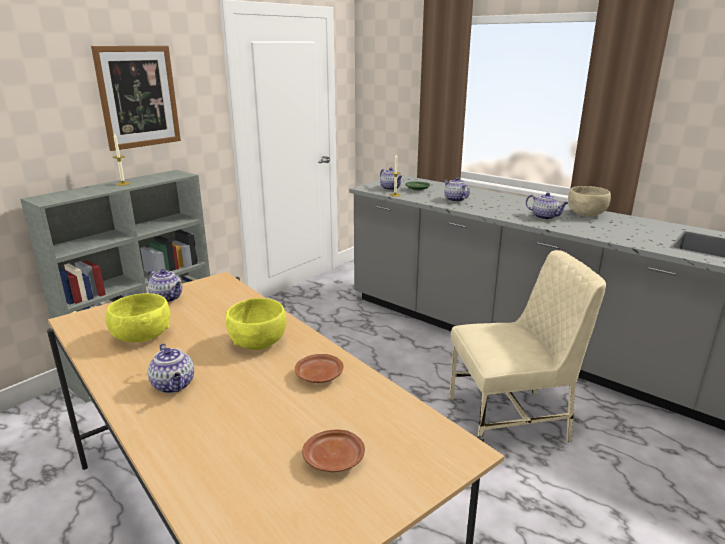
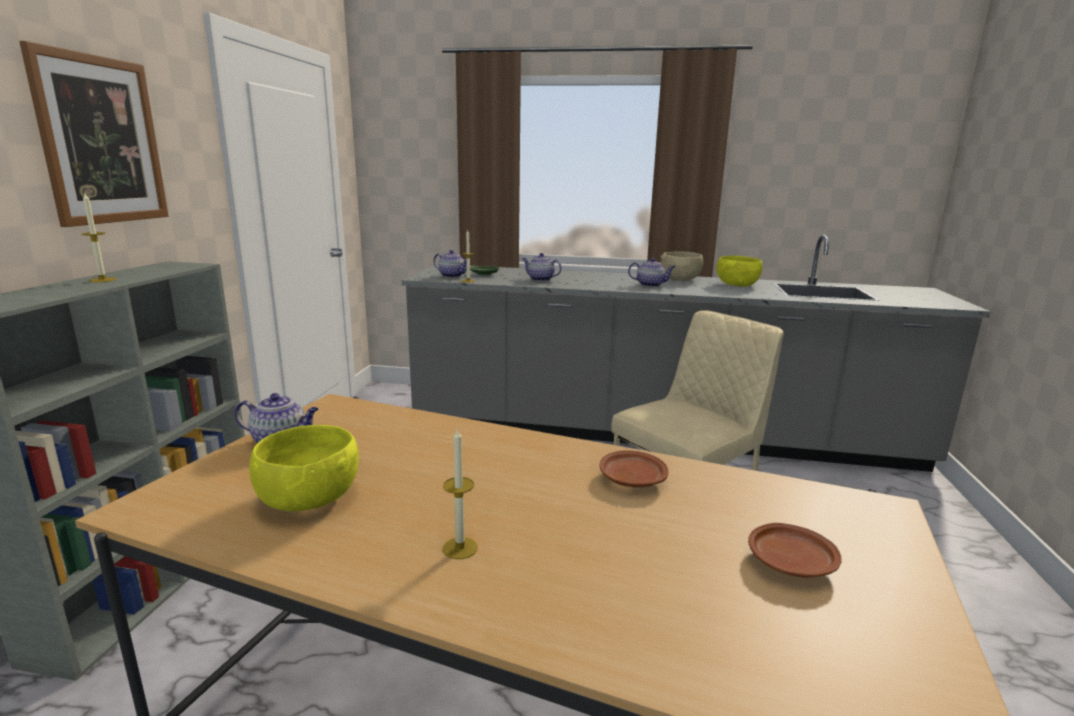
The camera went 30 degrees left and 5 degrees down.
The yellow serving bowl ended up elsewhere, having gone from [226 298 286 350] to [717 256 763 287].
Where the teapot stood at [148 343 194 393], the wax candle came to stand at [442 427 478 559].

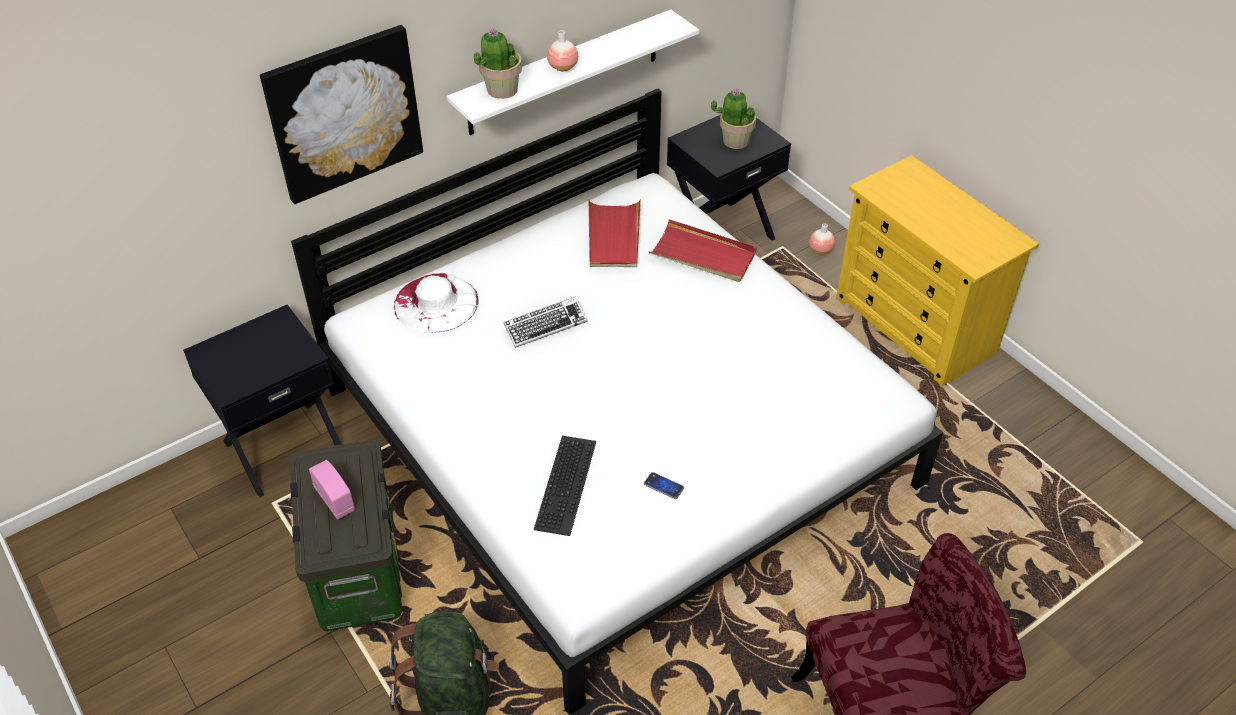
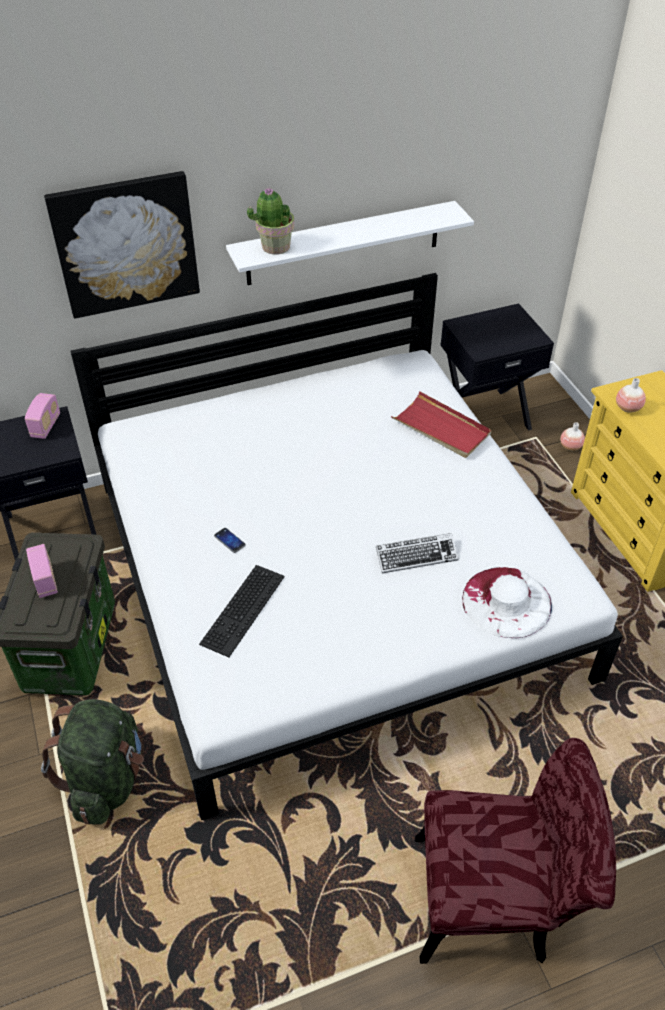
The camera went 15 degrees right and 0 degrees up.
The flower vase ended up elsewhere, having gone from [547 30 578 71] to [616 378 646 413].
The second view lost the potted plant at [711 89 756 149].
The second view lost the reddish carrying tray at [588 199 641 267].
The white wearable hat ended up elsewhere, having gone from [394 273 479 333] to [462 567 552 638].
The keyboard ended up elsewhere, having gone from [504 296 587 348] to [376 533 459 573].
The handset ended up elsewhere, having gone from [644 472 684 499] to [214 528 246 553].
The second view gained the radio receiver at [25 393 60 439].

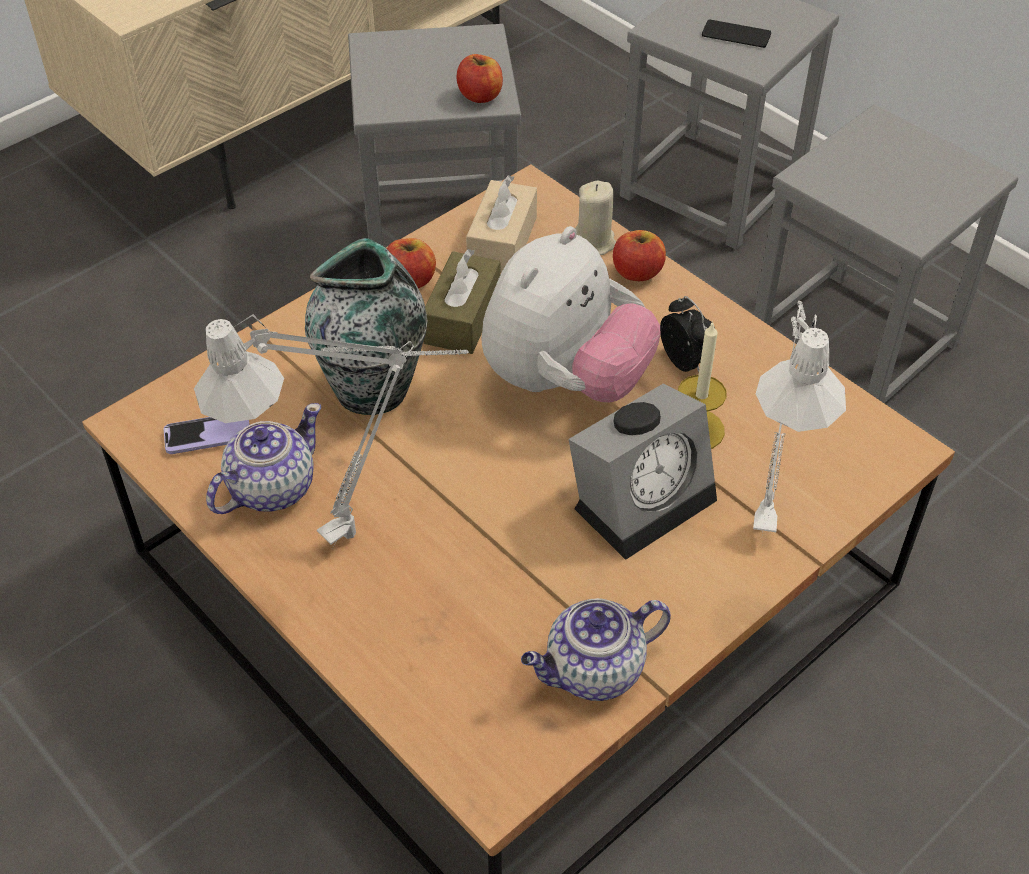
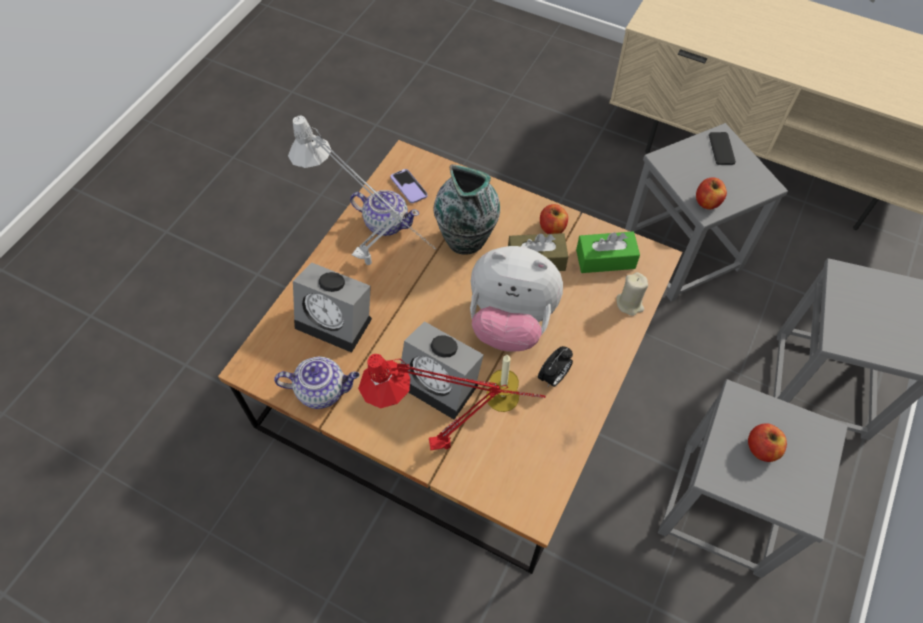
The camera went 70 degrees right and 10 degrees up.
The handset ended up elsewhere, having gone from [702 19 771 48] to [709 132 736 165].
What was the beige tissue holder at [466 175 537 273] turned into the green tissue holder at [576 231 640 273].
The whole apple ended up elsewhere, having gone from [613 230 666 281] to [748 423 787 462].
What was the white lamp for a table at [753 301 846 534] turned into the reddish lamp for a table at [358 354 546 450].
The teapot at [521 598 671 701] ended up facing another way, 135 degrees clockwise from before.
The second view gained the table clock at [293 263 372 353].

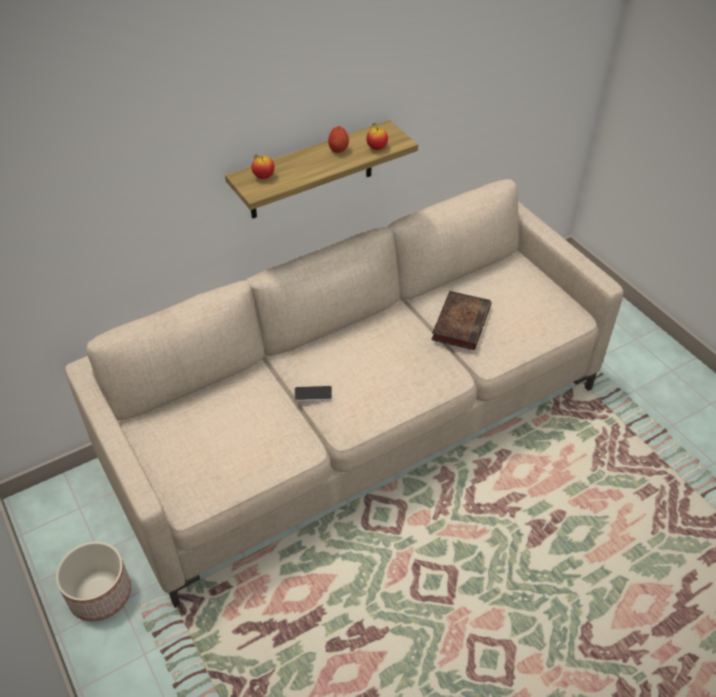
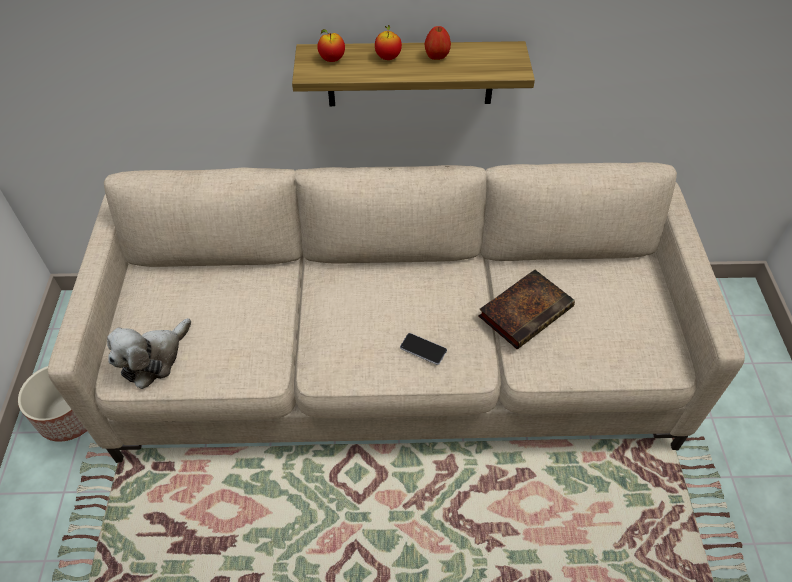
The camera went 30 degrees right and 5 degrees up.
The whole apple ended up elsewhere, having gone from [367 123 388 150] to [375 25 402 60].
The handset ended up elsewhere, having gone from [295 386 332 401] to [400 333 447 365].
The second view gained the soft toy at [107 318 191 389].

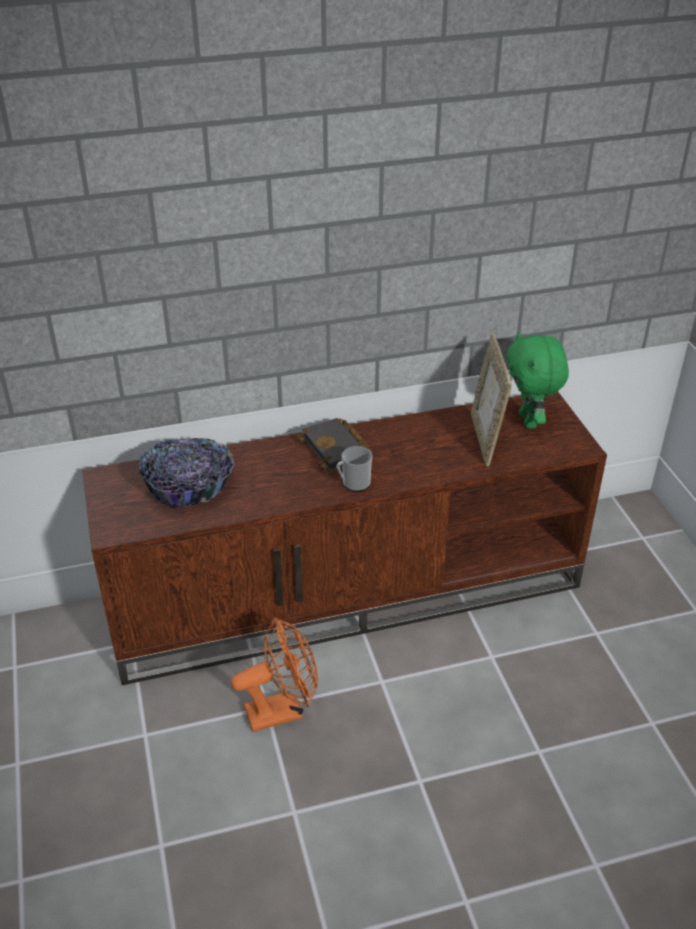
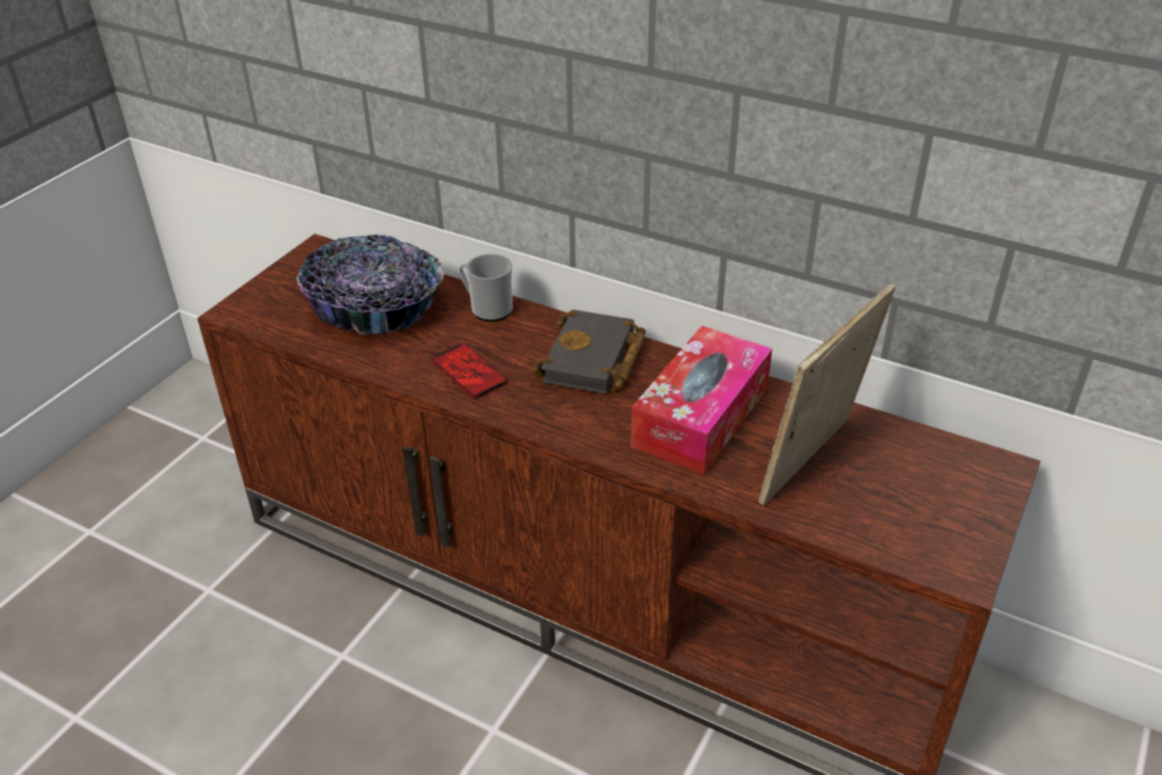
The camera went 45 degrees right and 0 degrees up.
The second view lost the green soft toy at [507 332 569 429].
The tea mug ended up elsewhere, having gone from [336 446 372 492] to [458 254 513 322].
The second view lost the orangey cooling fan at [231 617 318 732].
The second view gained the tissue holder at [631 326 772 475].
The second view gained the handset at [431 343 507 398].

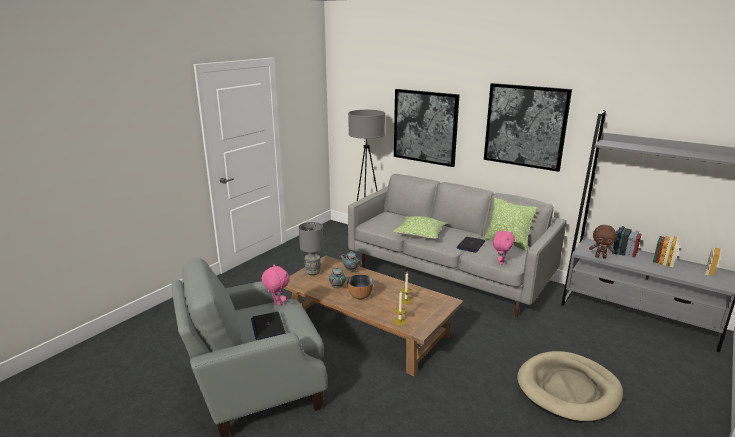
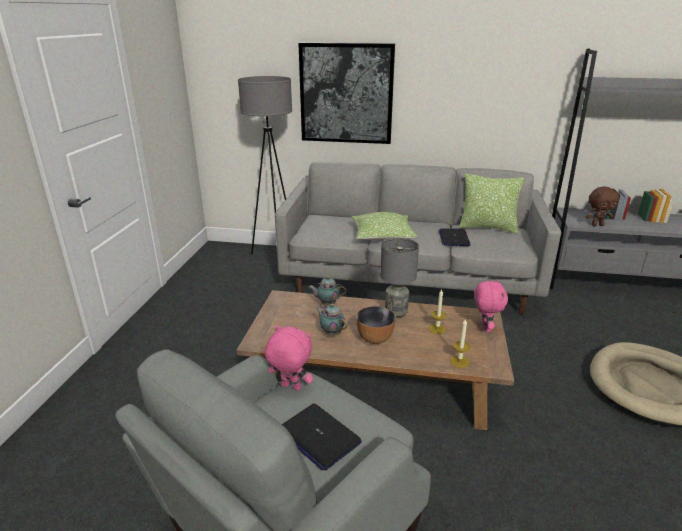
The camera went 25 degrees left and 5 degrees up.
The second view lost the wall picture at [484 83 572 172].
The gray lamp for a table ended up elsewhere, having gone from [299 222 324 275] to [380 238 419 318].
The pinkish soft toy ended up elsewhere, having gone from [493 231 515 265] to [474 279 508 333].

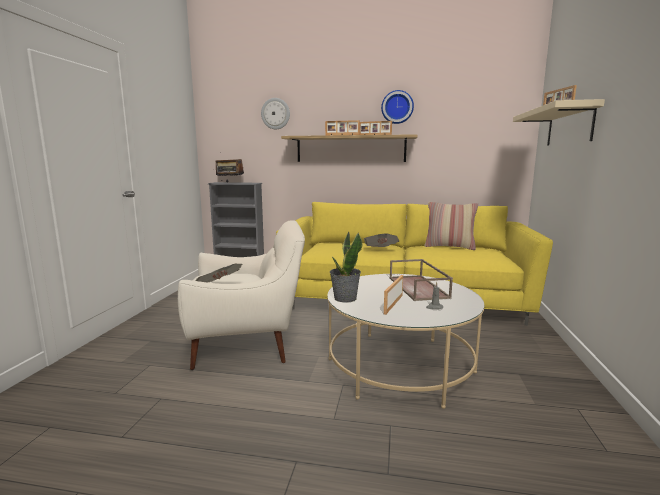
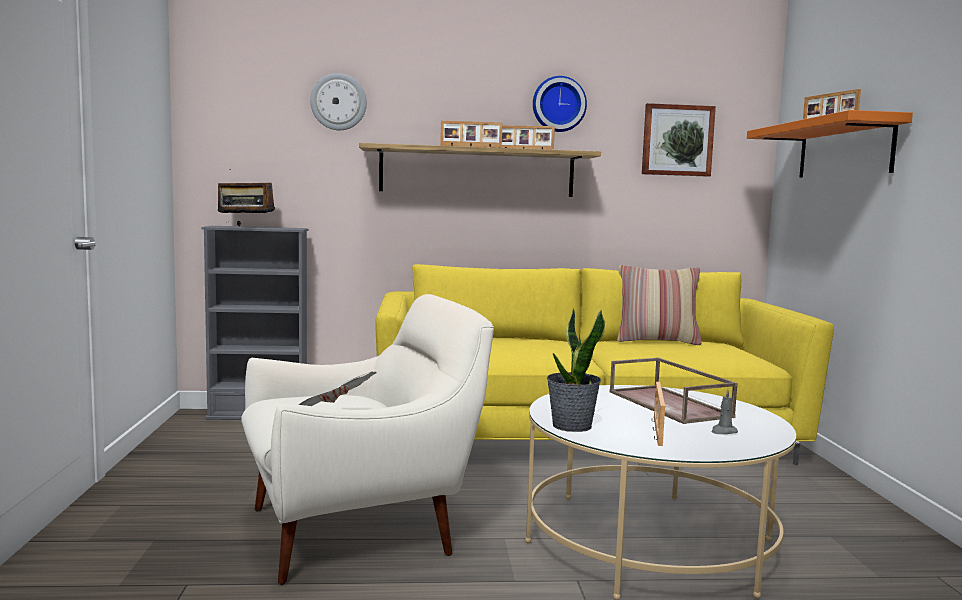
The camera went 15 degrees left and 5 degrees down.
What was the beige bracket shelf at [513 99 605 145] turned into the orangey bracket shelf at [747 110 913 178].
The second view lost the printed paper at [364 234 399 247].
The second view gained the wall picture at [642 103 716 176].

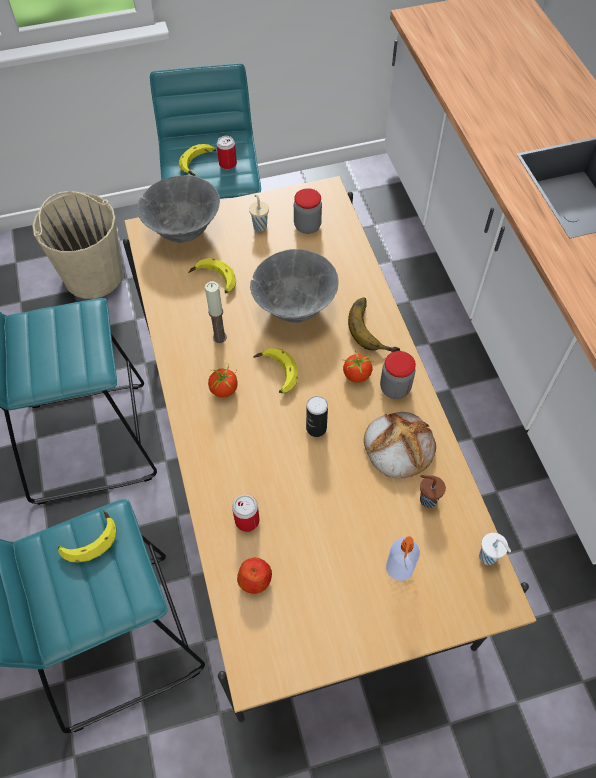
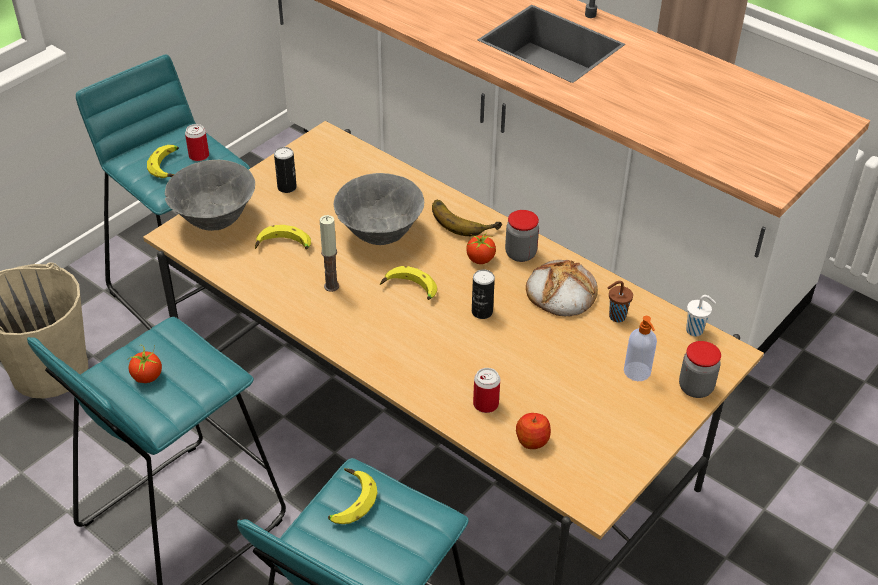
The camera went 35 degrees left and 15 degrees down.
The preserve jar ended up elsewhere, having gone from [294 188 322 234] to [679 341 721 398].
Where the beige drinking cup stood at [249 194 269 232], the can came to stand at [274 147 297 193].
The fresh tomato ended up elsewhere, having gone from [208 364 238 397] to [129 345 162 383].

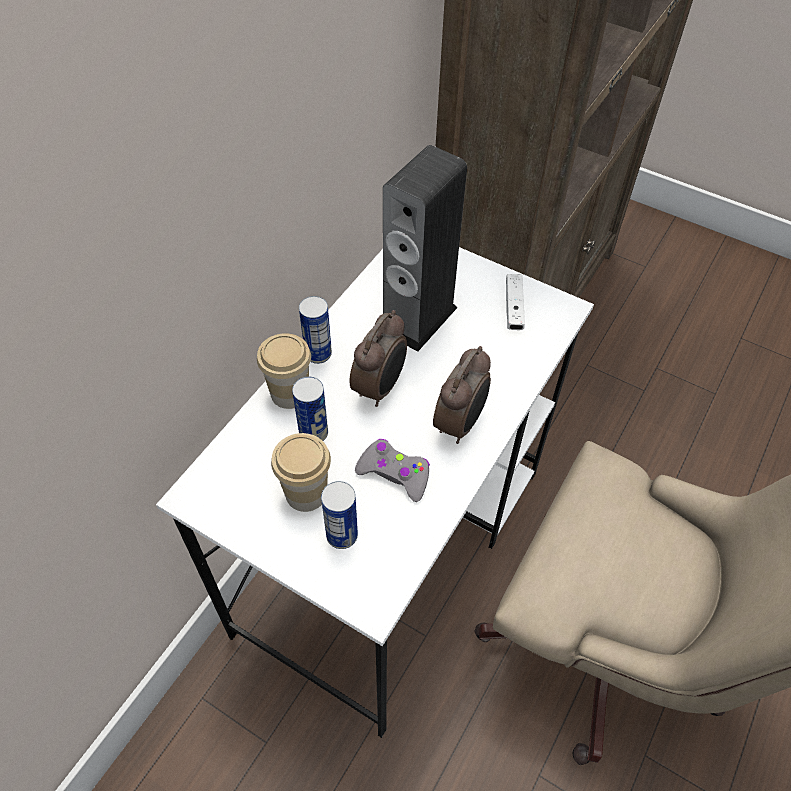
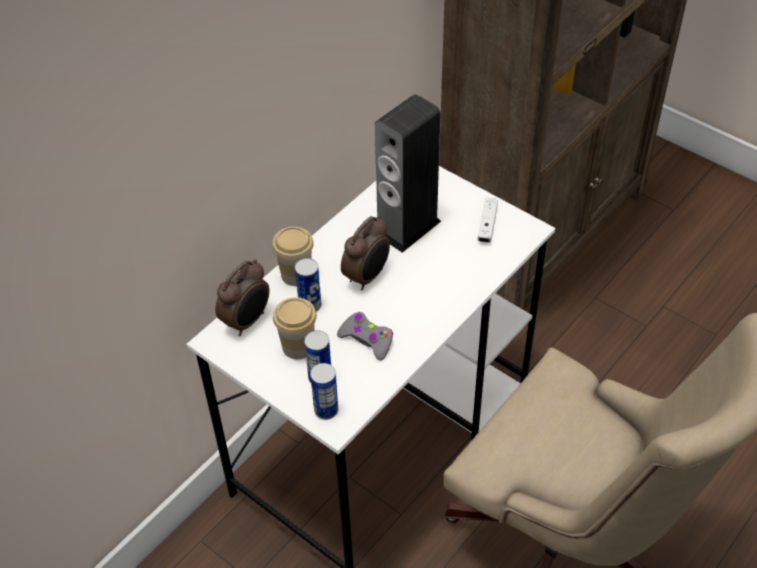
The camera went 10 degrees right and 5 degrees down.
The can ended up elsewhere, having gone from [299 296 332 364] to [310 363 338 420].
The table clock ended up elsewhere, having gone from [433 346 491 444] to [215 259 269 336].

